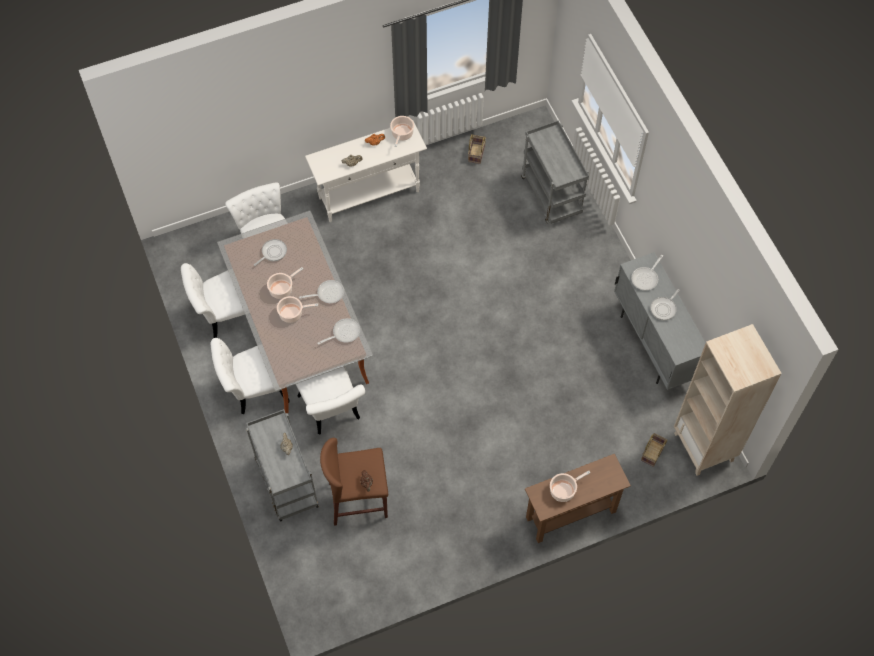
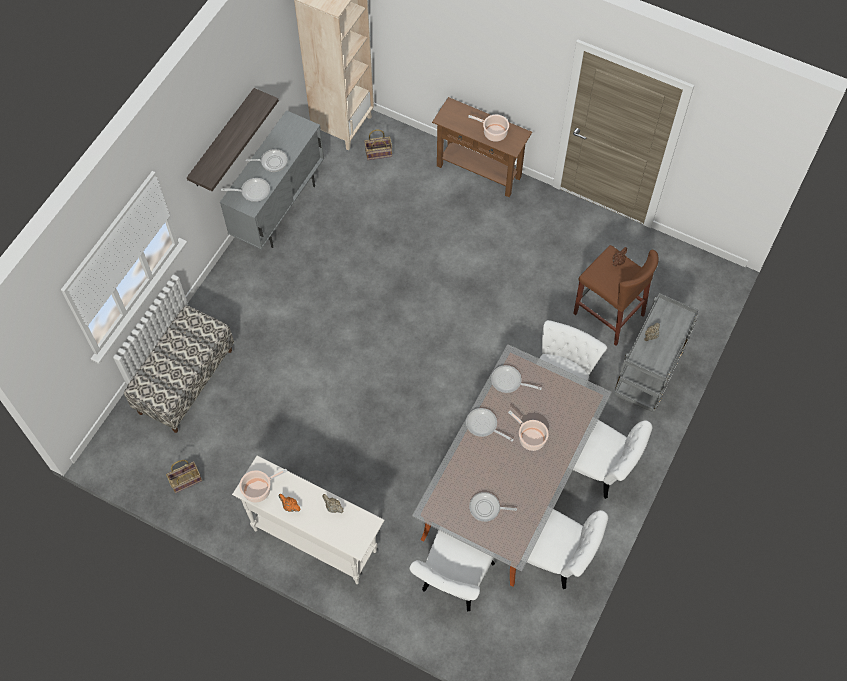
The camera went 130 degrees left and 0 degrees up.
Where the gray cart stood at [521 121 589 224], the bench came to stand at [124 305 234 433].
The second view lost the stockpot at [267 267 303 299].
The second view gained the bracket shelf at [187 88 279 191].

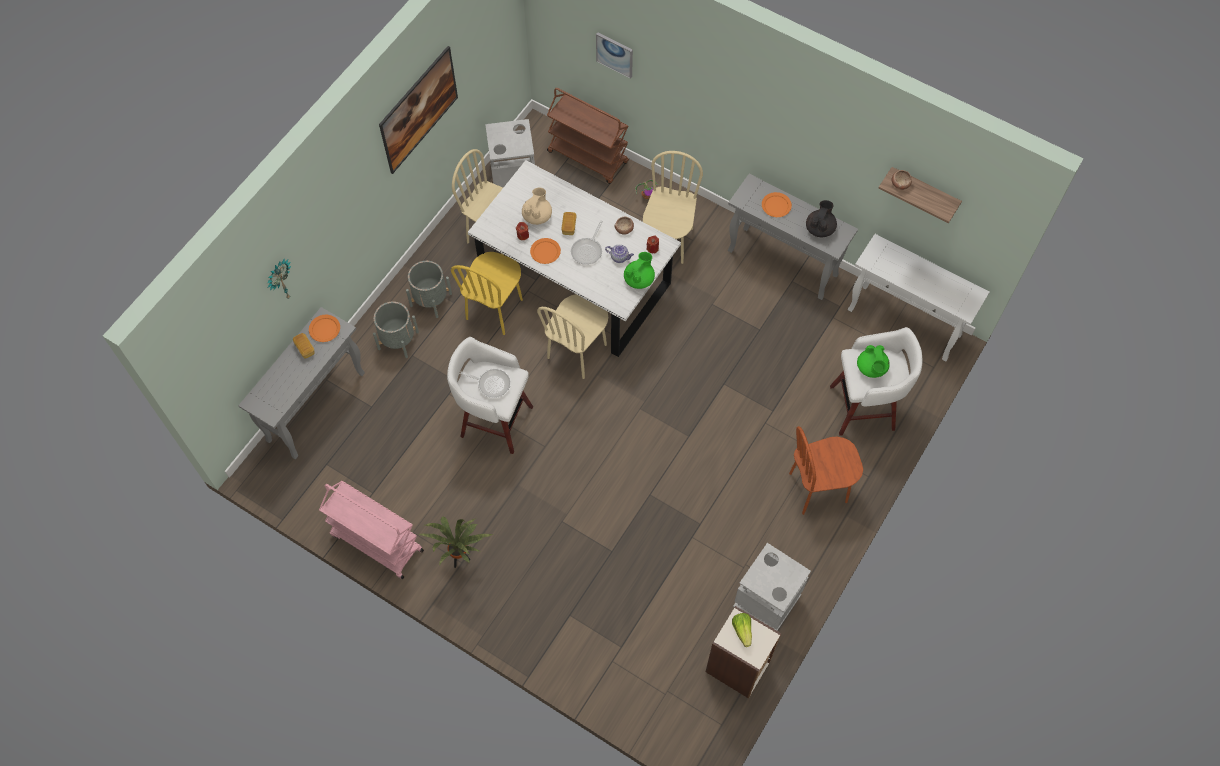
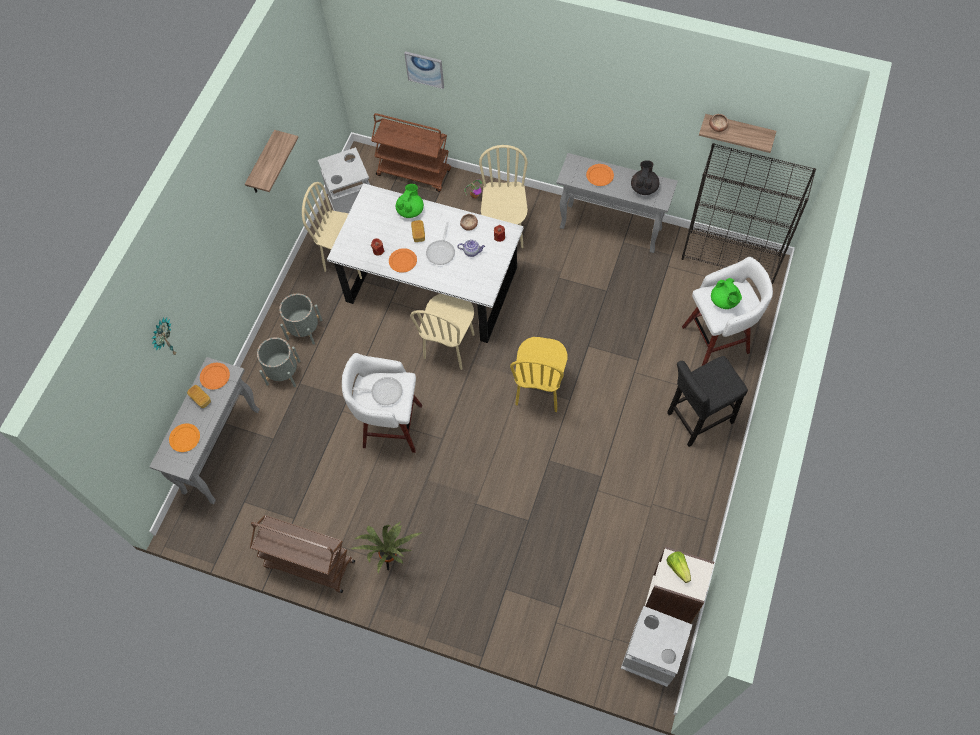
The camera went 10 degrees left and 0 degrees up.
Where the wall picture hung at [379 46 458 174], the bracket shelf came to hang at [245 130 298 193].
The second view lost the beige teapot at [522 188 552 225].
Where the white narrow table stood at [848 234 989 361], the black-coloured shelving unit came to stand at [682 143 816 284].
The yellow plain chair ended up elsewhere, having gone from [451 252 523 335] to [510 337 567 412].
The green teapot ended up elsewhere, having gone from [624 252 655 289] to [396 184 424 218].
Where the brown-coloured plain chair stood at [789 426 863 515], the black-coloured stool seat came to stand at [667 356 748 447].
What was the pinkish cart at [319 481 424 579] turned into the brown-coloured cart at [250 515 355 593].
The gray waste bin ended up elsewhere, having gone from [733 543 811 631] to [621 606 692 687].
The second view gained the orangey flat dish at [169 423 200 452].

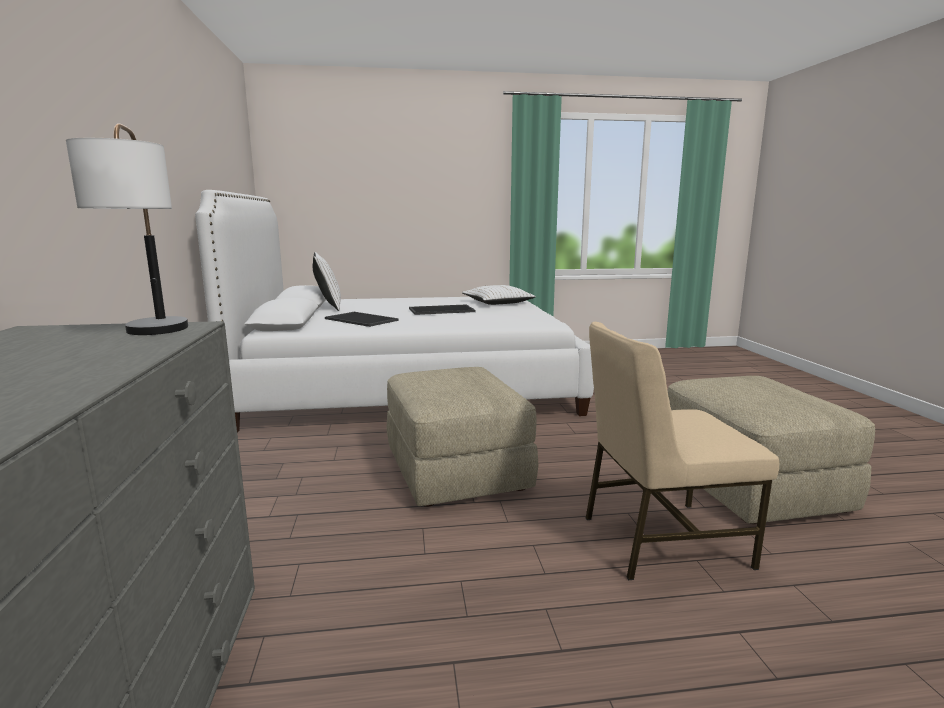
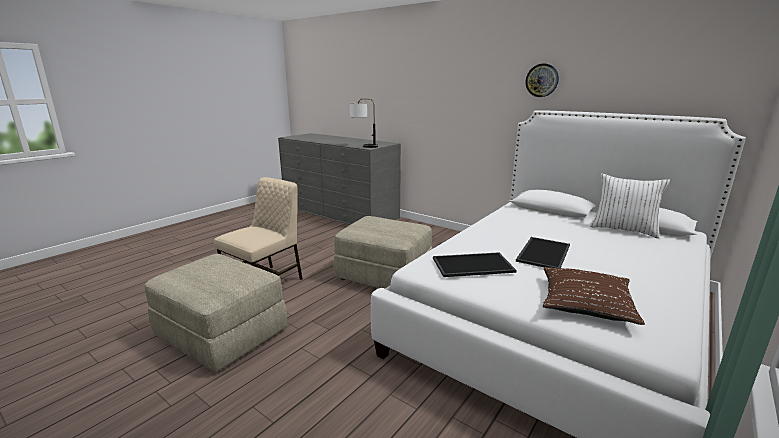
The camera went 135 degrees right and 5 degrees up.
What was the white cushion at [462 285 536 305] turned into the brown-coloured cushion at [543 267 645 325].
The carrying tray ended up elsewhere, having gone from [325 312 398 327] to [433 252 517 277].
The second view gained the clock on the wall at [526 63 559 97].

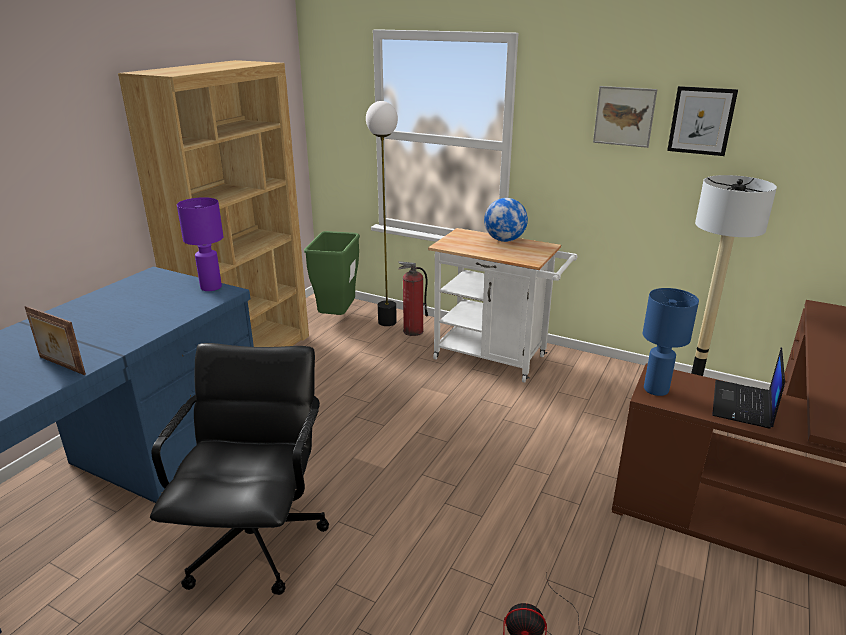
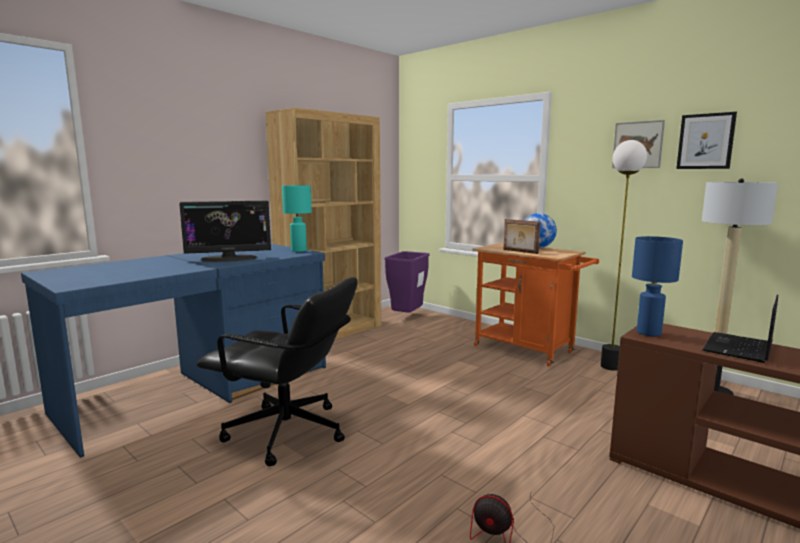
The camera went 15 degrees right and 15 degrees down.
The standing lamp ended up elsewhere, having gone from [366 101 398 326] to [601 140 647 371].
What was the purplish lamp for a table at [177 197 223 291] turned into the turquoise-coloured lamp for a table at [282 185 312 252].
What was the white cart at [428 228 577 383] turned into the orangey cart at [473 243 599 367].
What was the green waste bin at [304 231 360 315] turned into the purplish waste bin at [384 251 430 313].
The second view lost the extinguisher at [398 261 428 336].
The picture frame ended up elsewhere, having gone from [24 306 86 375] to [504 219 540 254].
The black-coloured computer chair at [150 343 329 595] ended up facing another way, 90 degrees clockwise from before.
The second view gained the computer display at [179 201 271 262].

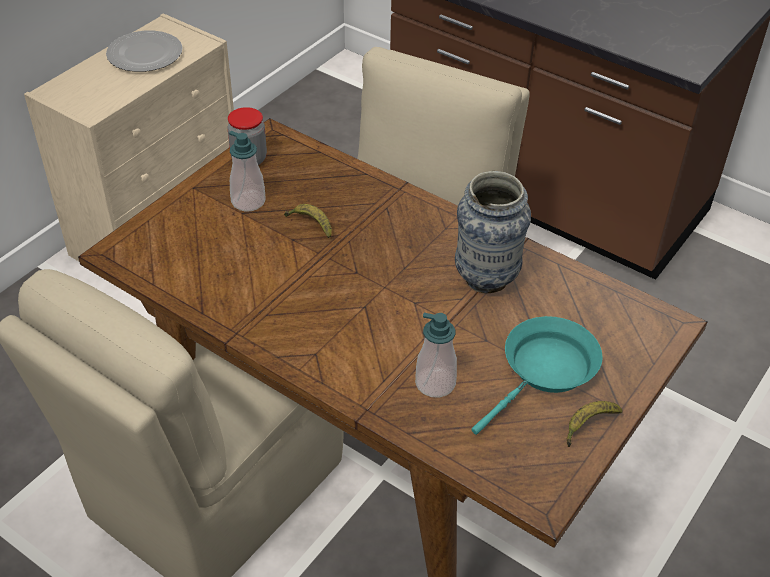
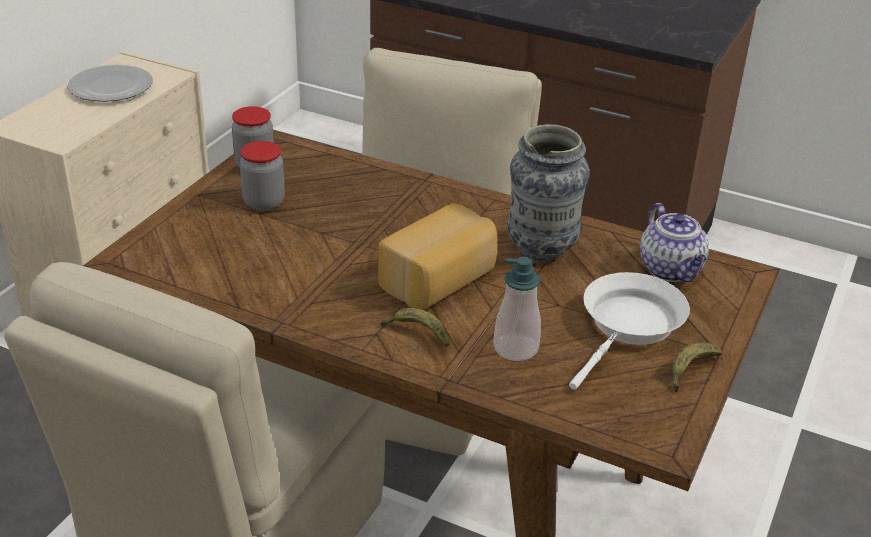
The camera went 10 degrees left and 10 degrees down.
Where the soap bottle stood at [229 131 265 212], the preserve jar came to stand at [240 141 285 211].
The banana fruit ended up elsewhere, having gone from [284 204 332 238] to [381 308 450 347].
What was the turquoise-coloured pan at [472 316 603 435] turned into the white pan at [569 272 690 390].
The second view gained the bakery bread at [378 203 497 310].
The second view gained the teapot at [640 203 709 282].

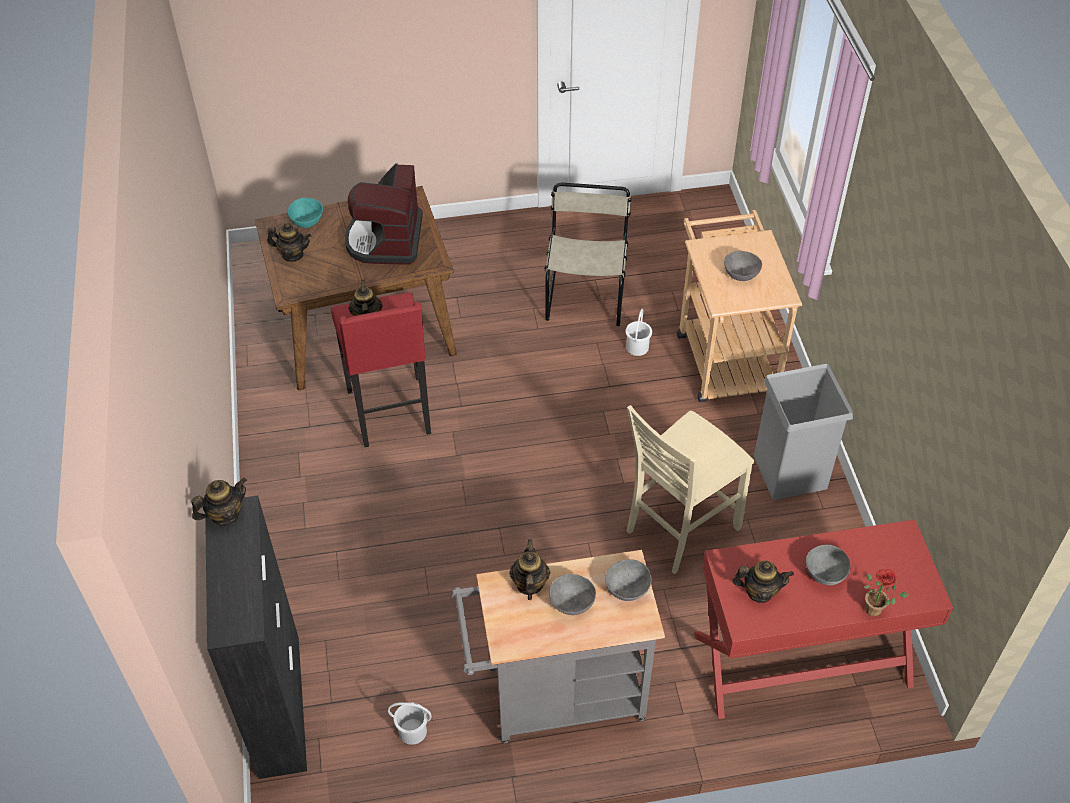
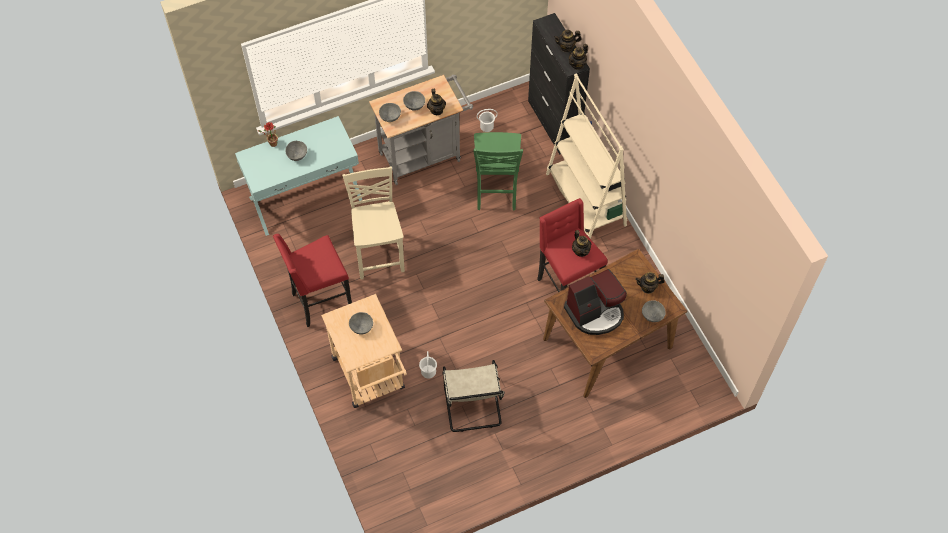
The camera went 165 degrees right and 10 degrees up.
The coffee brewer at [345 163 423 265] ended up facing another way, 75 degrees clockwise from before.
What was the turquoise-coloured serving bowl at [288 198 323 228] turned into the gray serving bowl at [642 300 666 322].
Where the gray waste bin stood at [754 364 853 500], the reddish stool seat came to stand at [273 234 352 327].
The beige plain chair at [627 405 754 574] ended up facing another way, 45 degrees counterclockwise from before.
What was the reddish narrow table at [694 520 953 719] turned into the turquoise-coloured narrow table at [235 116 362 236].
The teapot ended up elsewhere, having gone from [732 561 794 603] to [554 30 581 52].
The second view gained the beige shelving unit at [546 73 627 239].
The second view gained the green plain chair at [473 132 523 210].

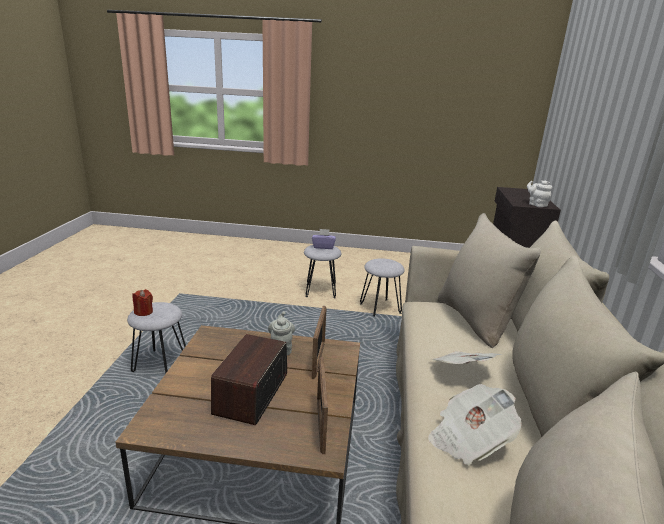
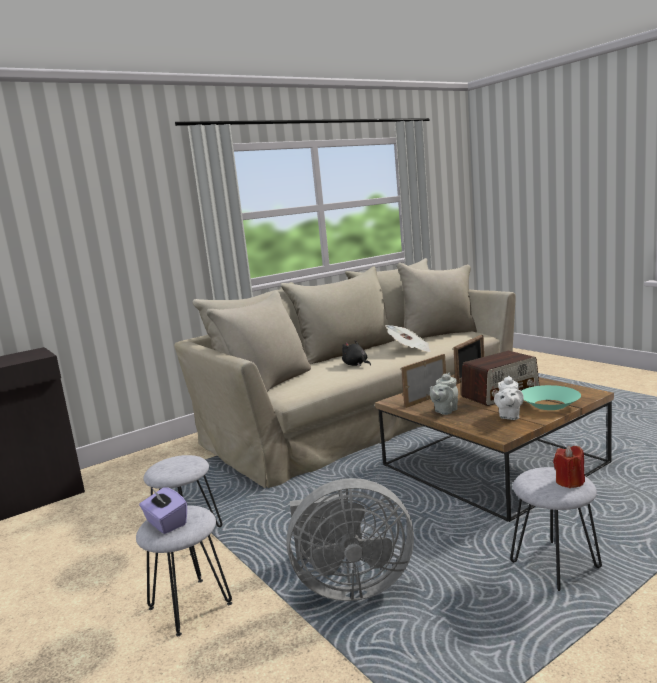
The camera went 130 degrees left and 10 degrees down.
The white teapot ended up elsewhere, having gone from [527 180 552 207] to [494 375 524 420].
Where the printed paper stood at [434 351 503 364], the black-coloured soft toy came to stand at [342 340 371 366].
The second view gained the turquoise-coloured serving bowl at [521 385 581 410].
The second view gained the gray cooling fan at [286 478 414 601].

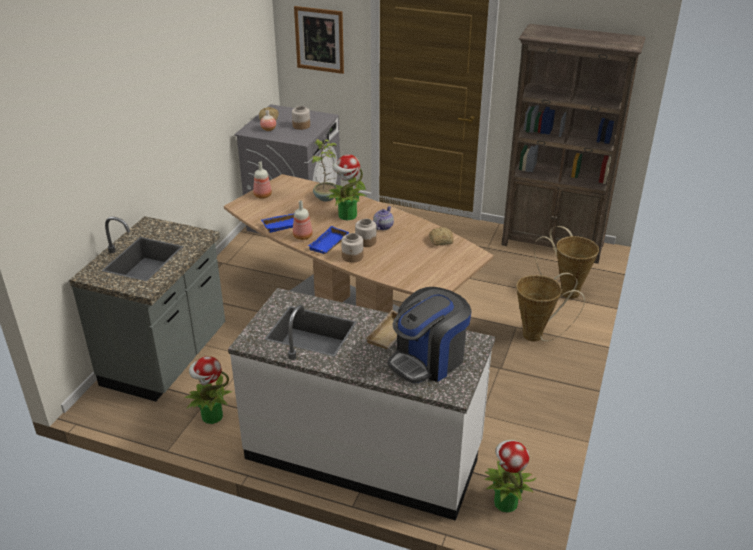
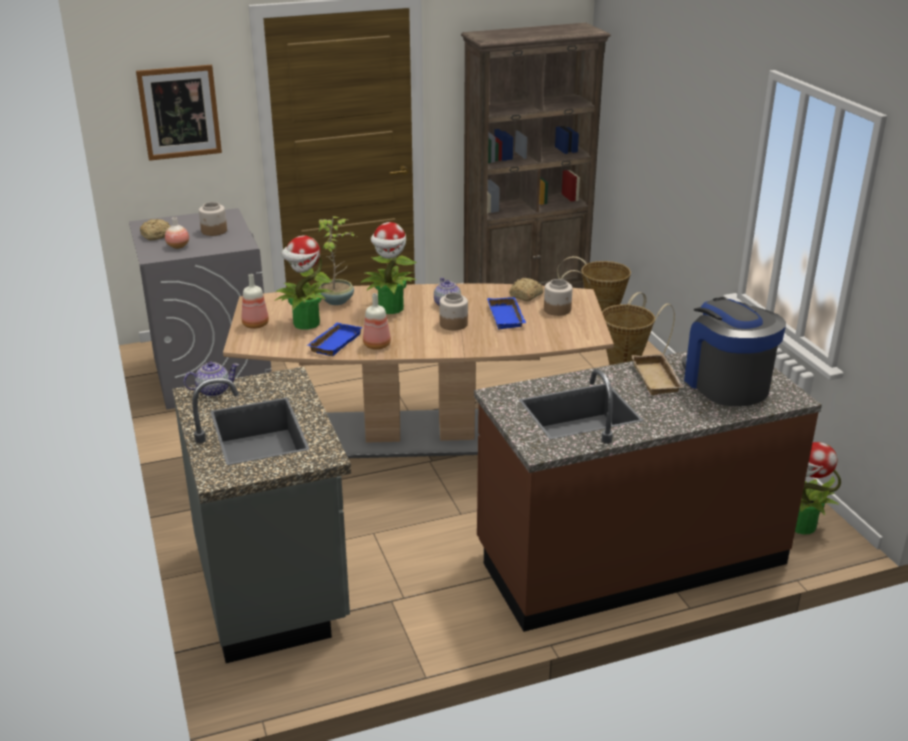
The camera went 40 degrees left and 5 degrees down.
The blue carrying tray ended up elsewhere, having gone from [308 226 349 254] to [487 297 526 329].
The preserve jar ended up elsewhere, having gone from [341 233 363 263] to [544 279 573 316].
The coffee brewer at [388 287 472 383] ended up facing another way, 150 degrees clockwise from before.
What was the white kitchen counter at [228 288 495 521] turned into the brown-coloured kitchen counter at [474 351 822 632].
The potted plant ended up elsewhere, having gone from [184 356 232 424] to [275 235 333 330].
The second view gained the teapot at [184 362 239 397].

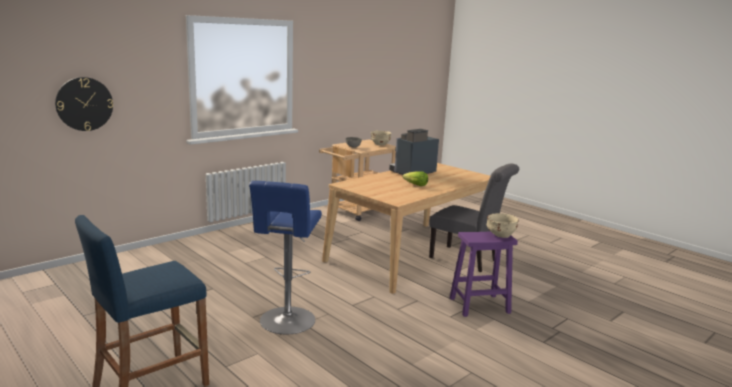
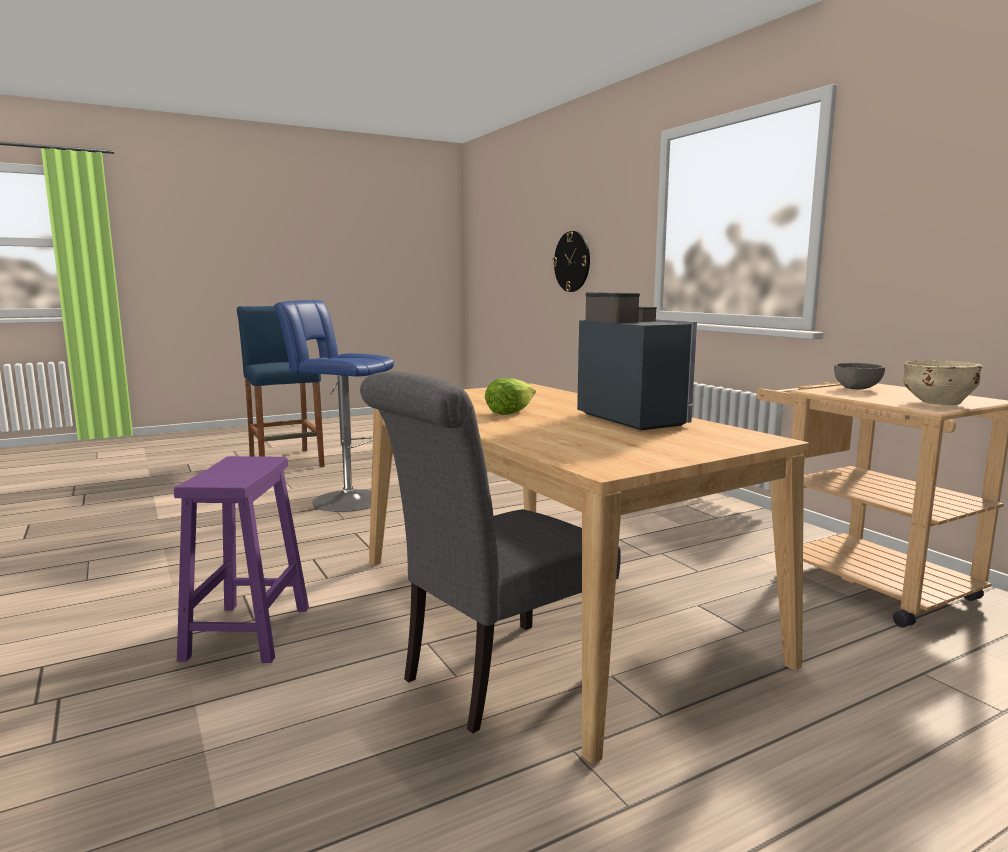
The camera went 105 degrees right and 5 degrees down.
The second view lost the beige serving bowl at [487 213 519 238].

